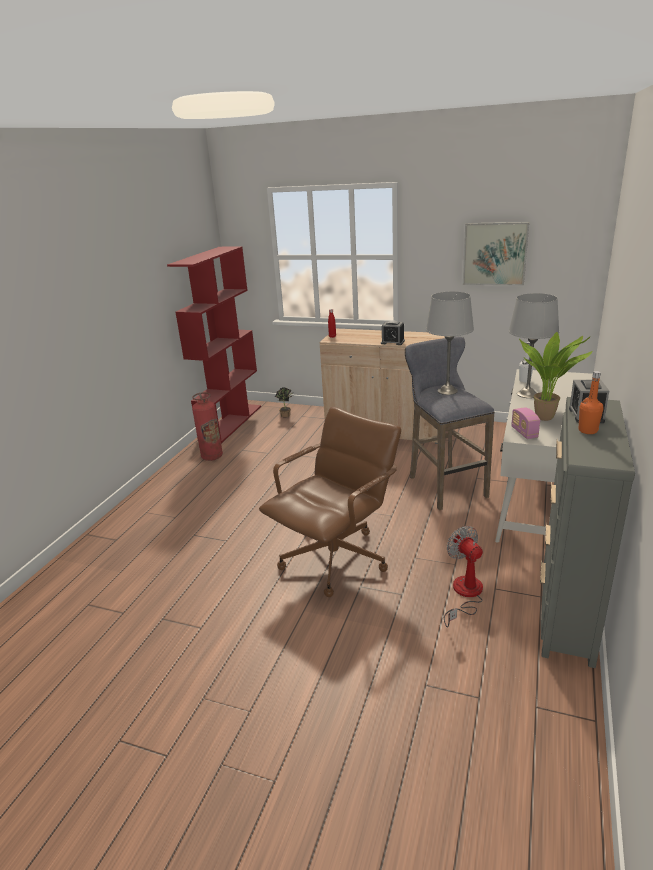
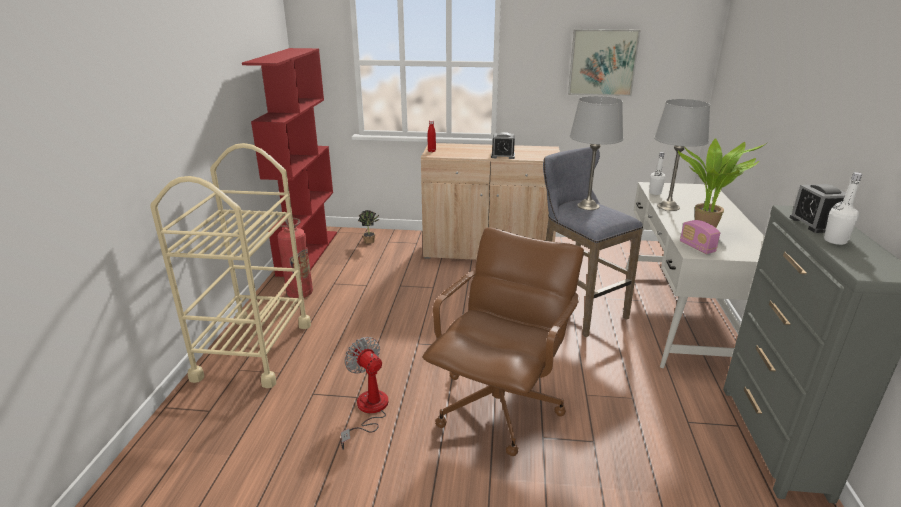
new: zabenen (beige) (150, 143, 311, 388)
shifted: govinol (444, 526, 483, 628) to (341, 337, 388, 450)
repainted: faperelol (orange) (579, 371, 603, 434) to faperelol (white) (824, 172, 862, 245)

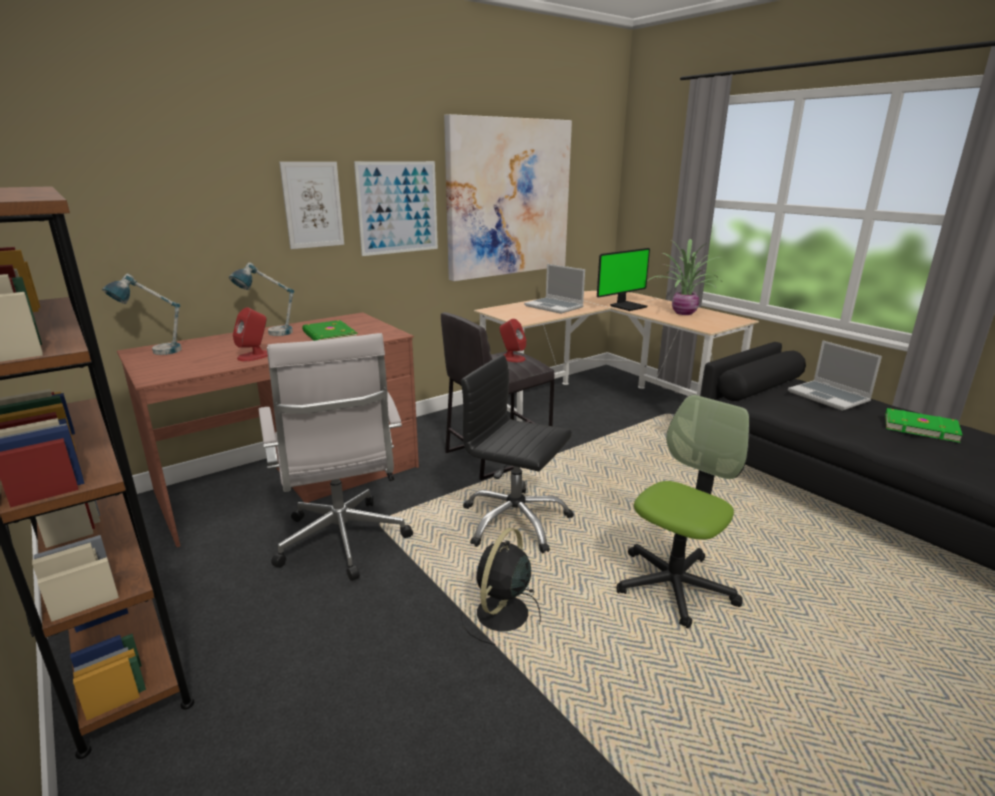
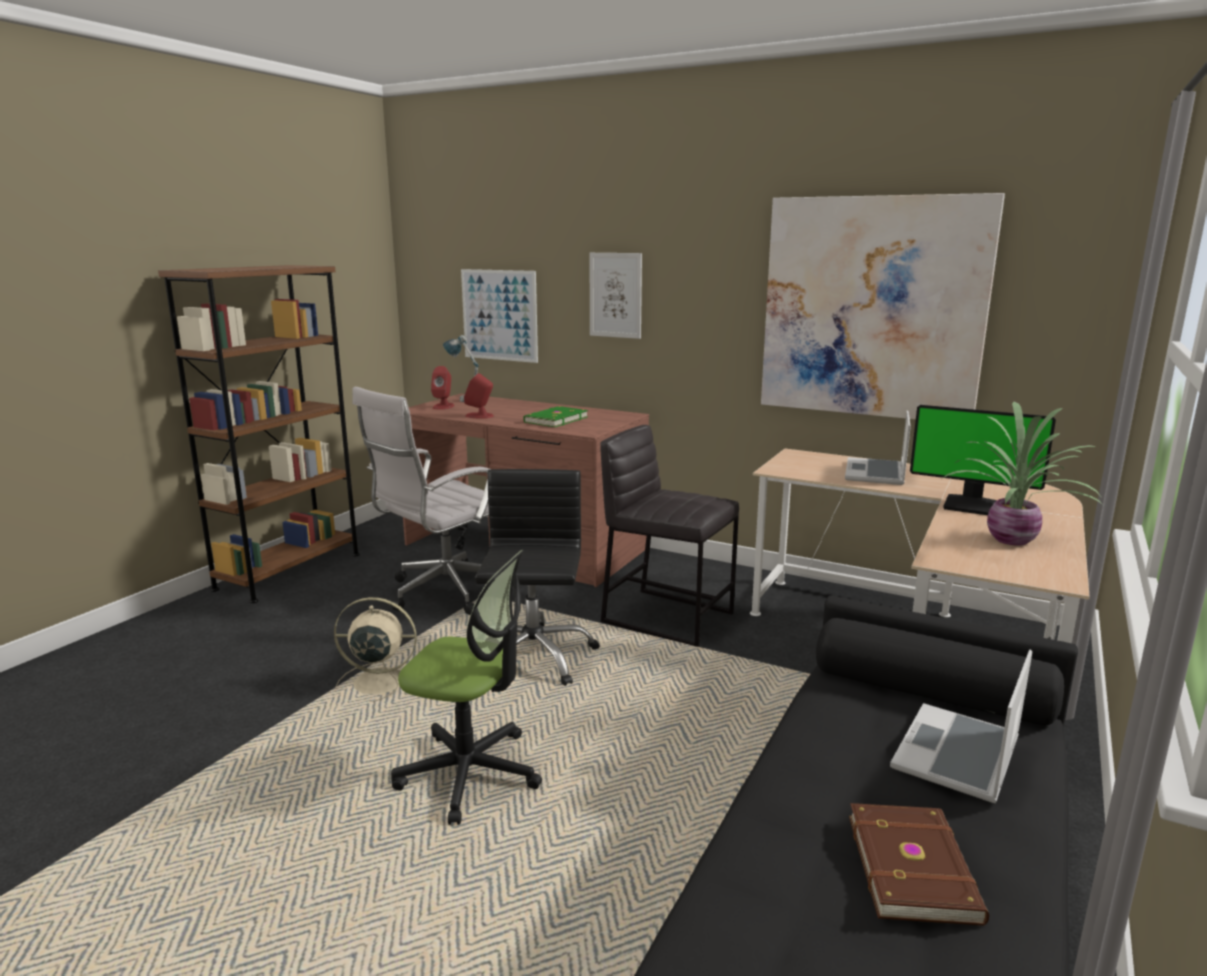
gone: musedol (229, 262, 294, 336)
shifted: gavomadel (354, 161, 438, 256) to (461, 269, 538, 363); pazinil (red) (499, 319, 526, 362) to (431, 366, 454, 410)
repainted: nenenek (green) (885, 408, 963, 443) to nenenek (brown) (849, 803, 989, 926); govinol (black) (461, 528, 541, 645) to govinol (beige) (334, 597, 417, 702)

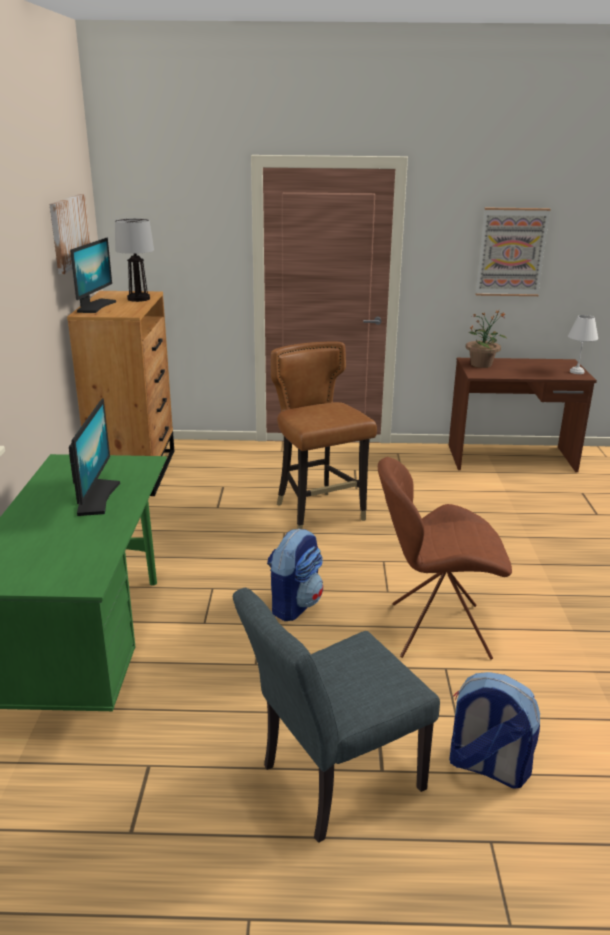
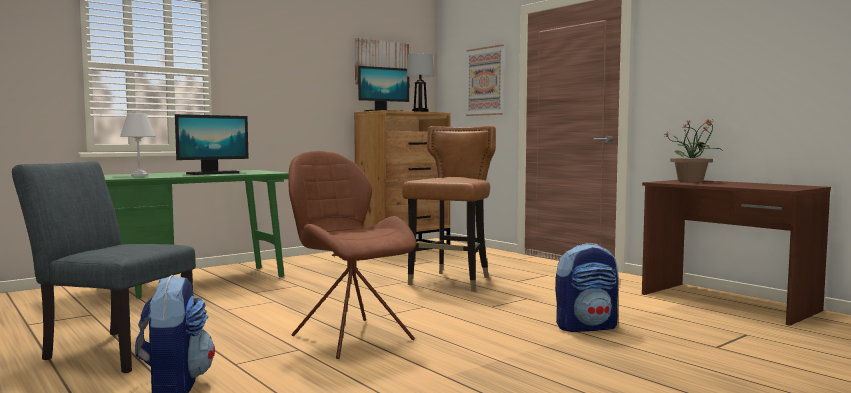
shifted: gavomadel (476, 208, 551, 296) to (466, 44, 504, 116); musedol (white) (568, 315, 598, 374) to (120, 113, 155, 177); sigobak (267, 529, 323, 621) to (555, 243, 619, 332)

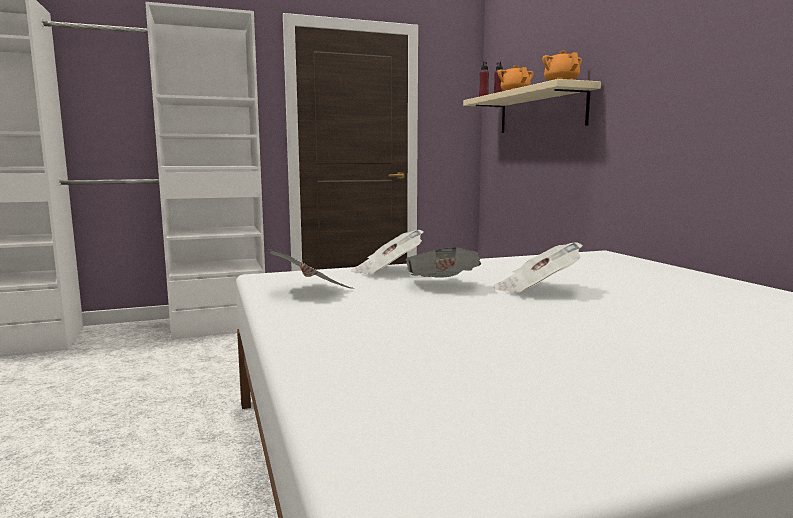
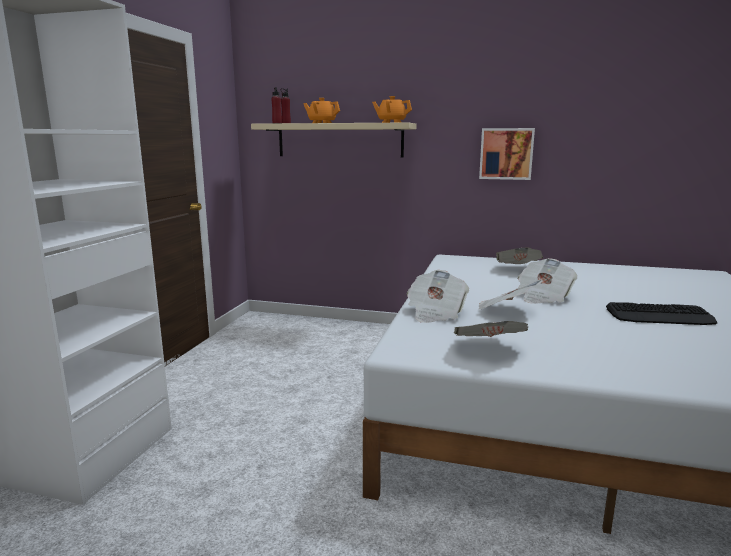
new: gavomadel (479, 128, 535, 180); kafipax (496, 248, 543, 264); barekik (606, 302, 717, 325)

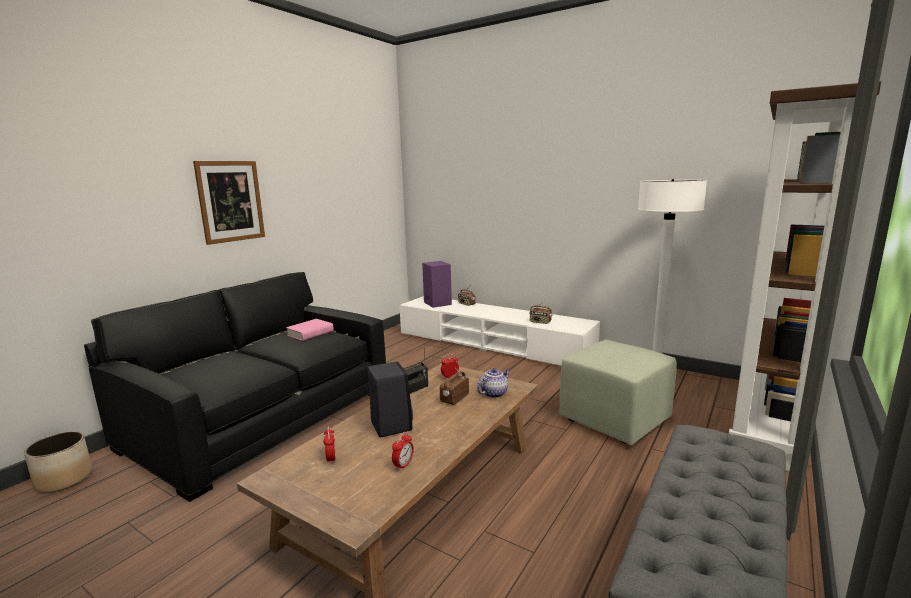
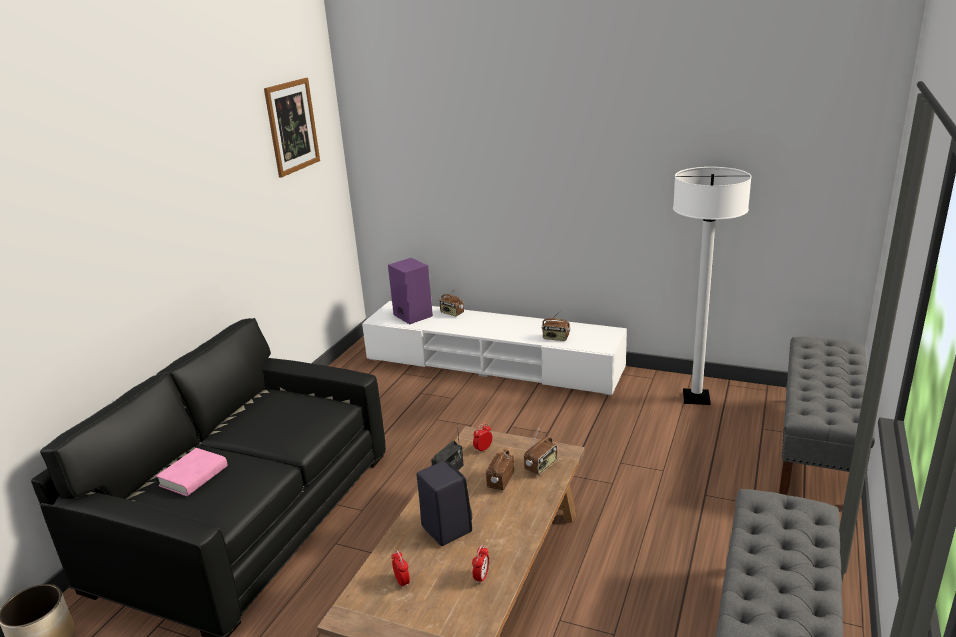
gone: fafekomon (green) (559, 340, 677, 445)
shifted: gavomadel (193, 161, 265, 245) to (264, 78, 320, 178); nenenek (pink) (286, 319, 334, 341) to (156, 448, 228, 496)
swapped: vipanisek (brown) (729, 81, 881, 471) to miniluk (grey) (779, 337, 875, 495); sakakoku (477, 368, 510, 398) to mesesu (524, 429, 557, 475)

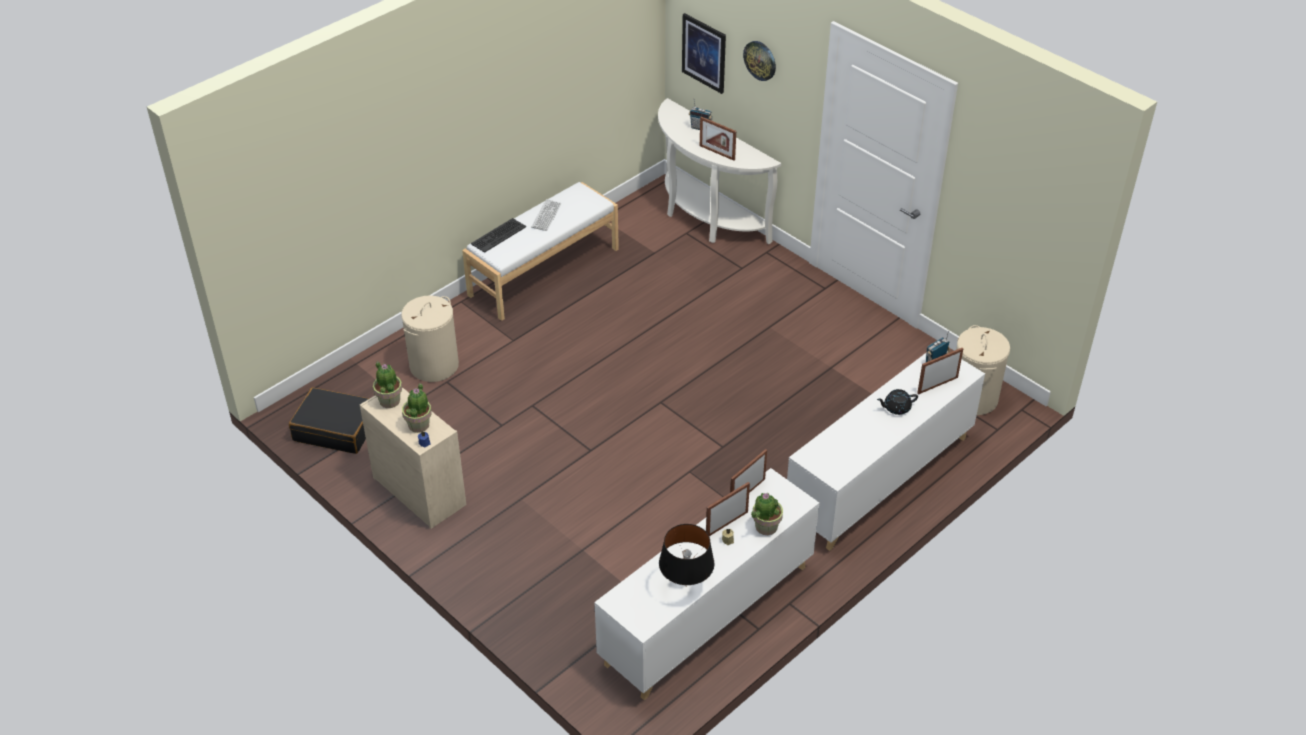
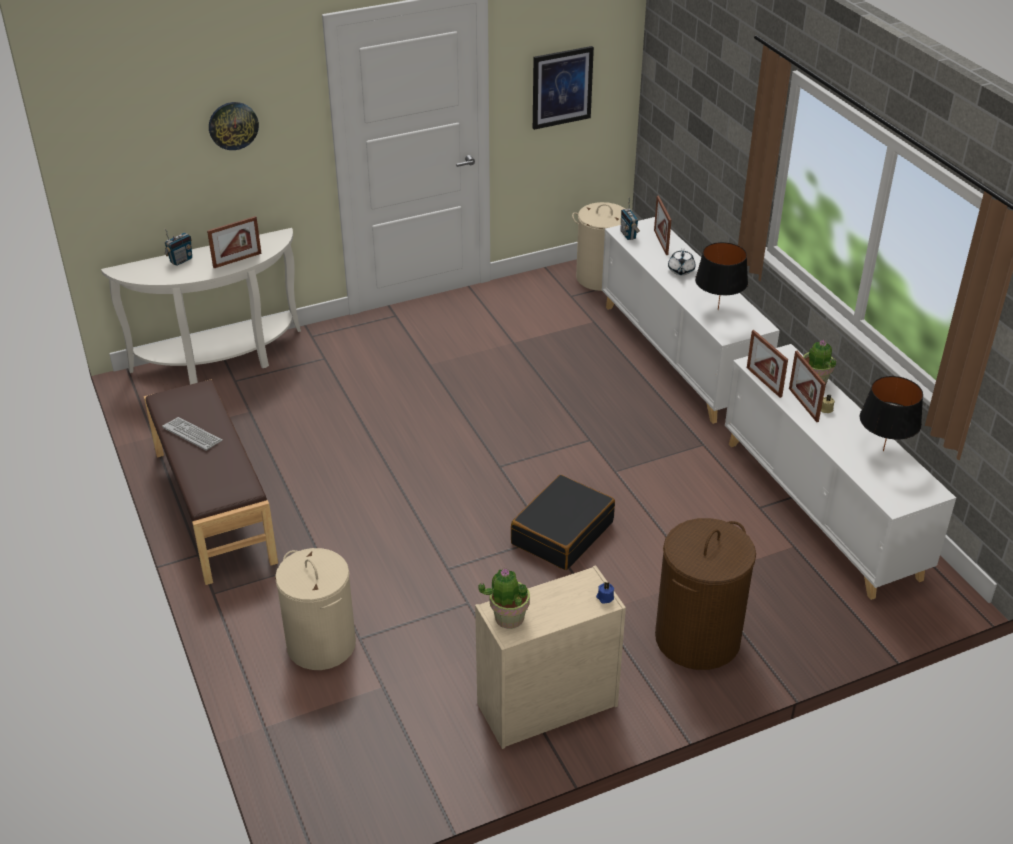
gone: barekik (471, 218, 526, 253); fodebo (402, 383, 431, 433)
new: musedol (black) (695, 242, 748, 310); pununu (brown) (655, 518, 756, 670)
shifted: gavomadel (682, 13, 726, 94) to (533, 46, 594, 130); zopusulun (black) (289, 387, 370, 454) to (511, 475, 615, 570)
repainted: miniluk (white) (462, 182, 619, 321) to miniluk (brown) (144, 379, 278, 585); sakakoku (black) (877, 389, 918, 415) to sakakoku (white) (668, 248, 696, 275)

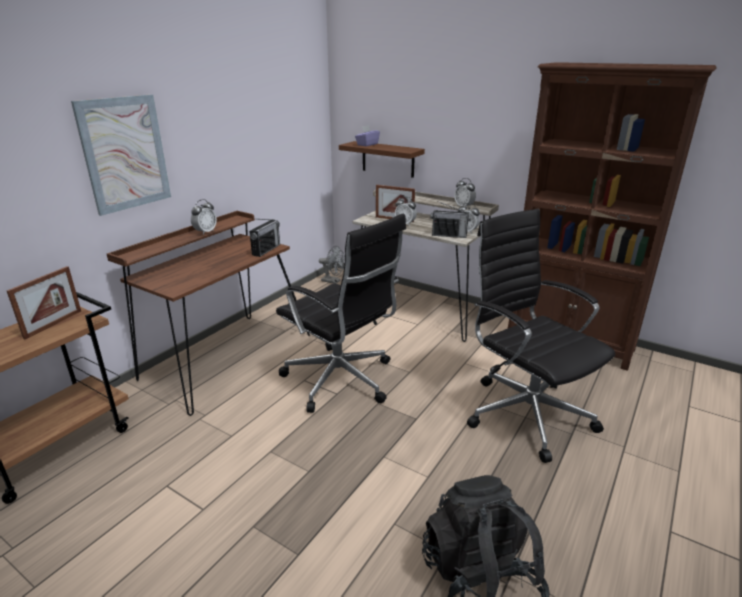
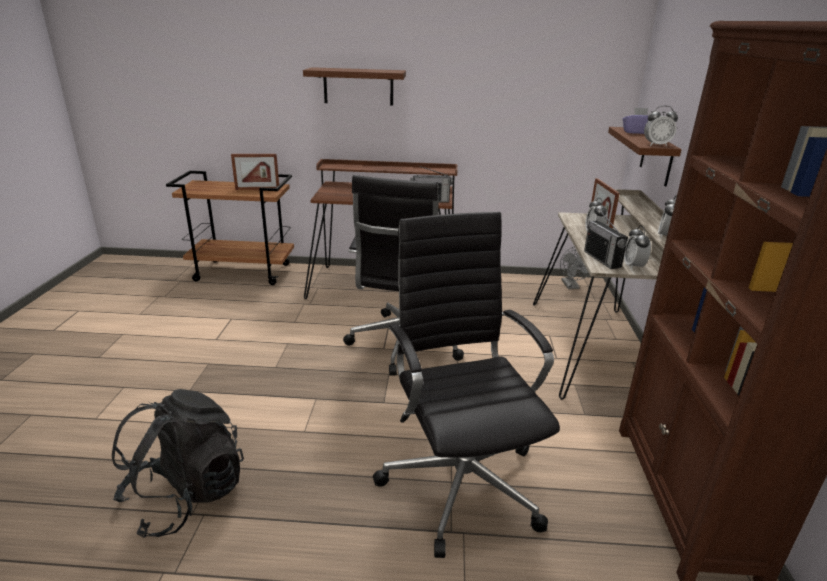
shifted: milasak (191, 199, 217, 235) to (644, 106, 678, 147)
swapped: gavomadel (71, 94, 171, 216) to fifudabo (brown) (303, 67, 406, 106)
rotated: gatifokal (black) (467, 209, 615, 463) = (373, 212, 560, 558) 45 degrees counterclockwise

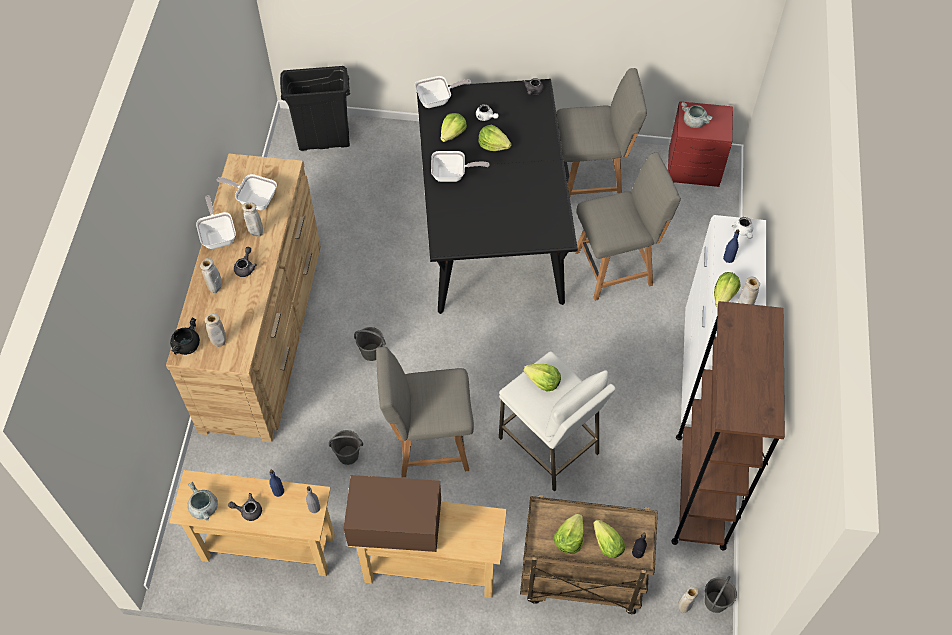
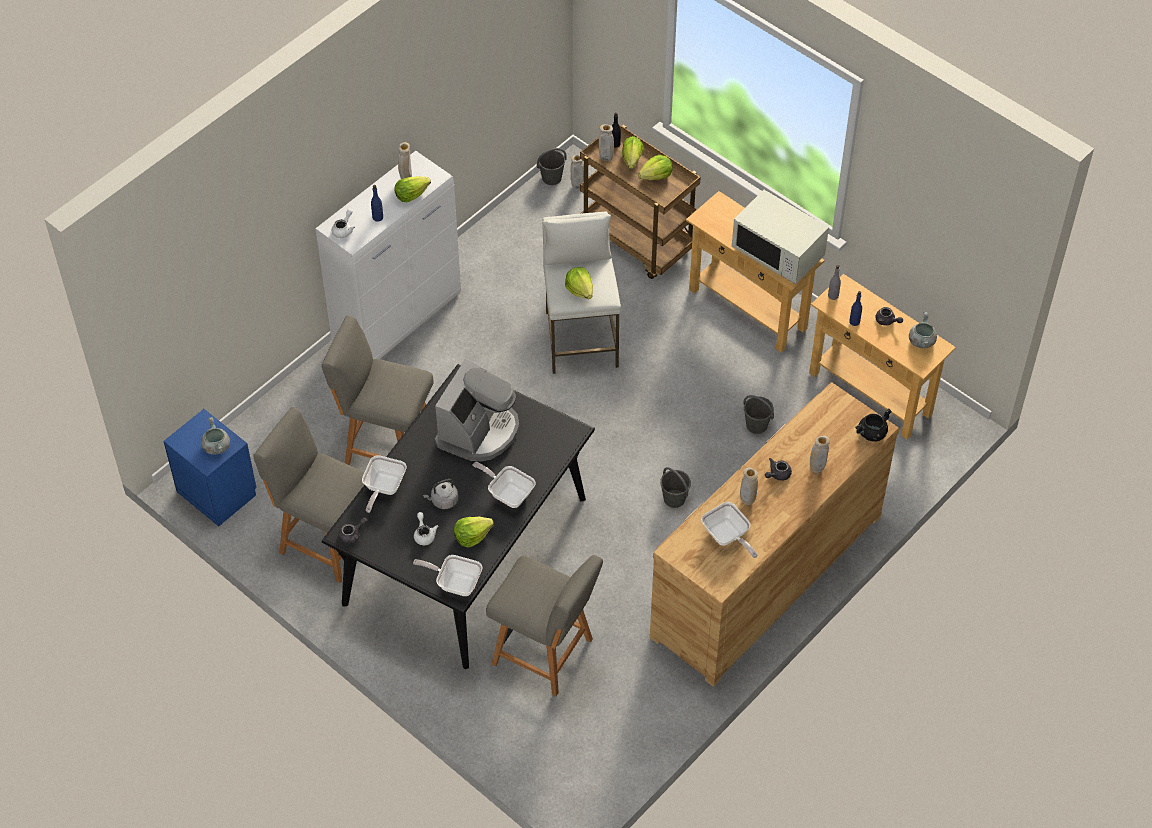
gone: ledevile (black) (280, 66, 350, 151); vipanisek (brown) (671, 301, 785, 551)
new: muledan (435, 359, 519, 461)
shifted: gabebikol (196, 195, 236, 249) to (362, 455, 407, 513); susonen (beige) (205, 313, 226, 347) to (599, 125, 614, 161); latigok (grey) (376, 347, 474, 477) to (486, 555, 603, 696)
swapped: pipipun (478, 125, 511, 151) to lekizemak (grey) (423, 479, 458, 509)
repainted: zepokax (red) (668, 101, 733, 187) to zepokax (blue) (163, 409, 257, 526); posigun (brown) (343, 475, 441, 552) to posigun (white) (732, 190, 829, 285)

